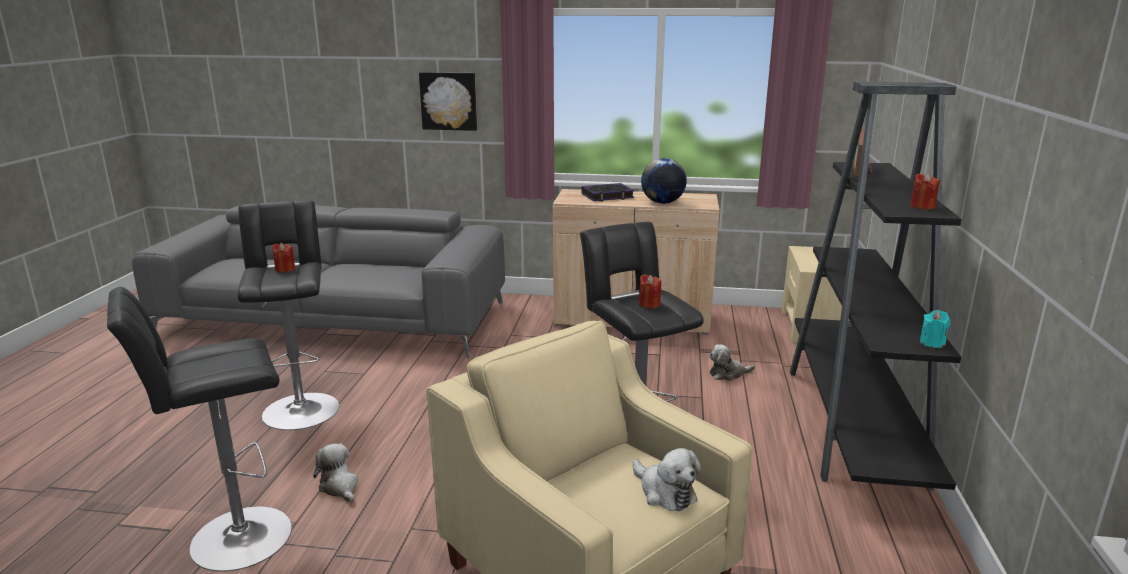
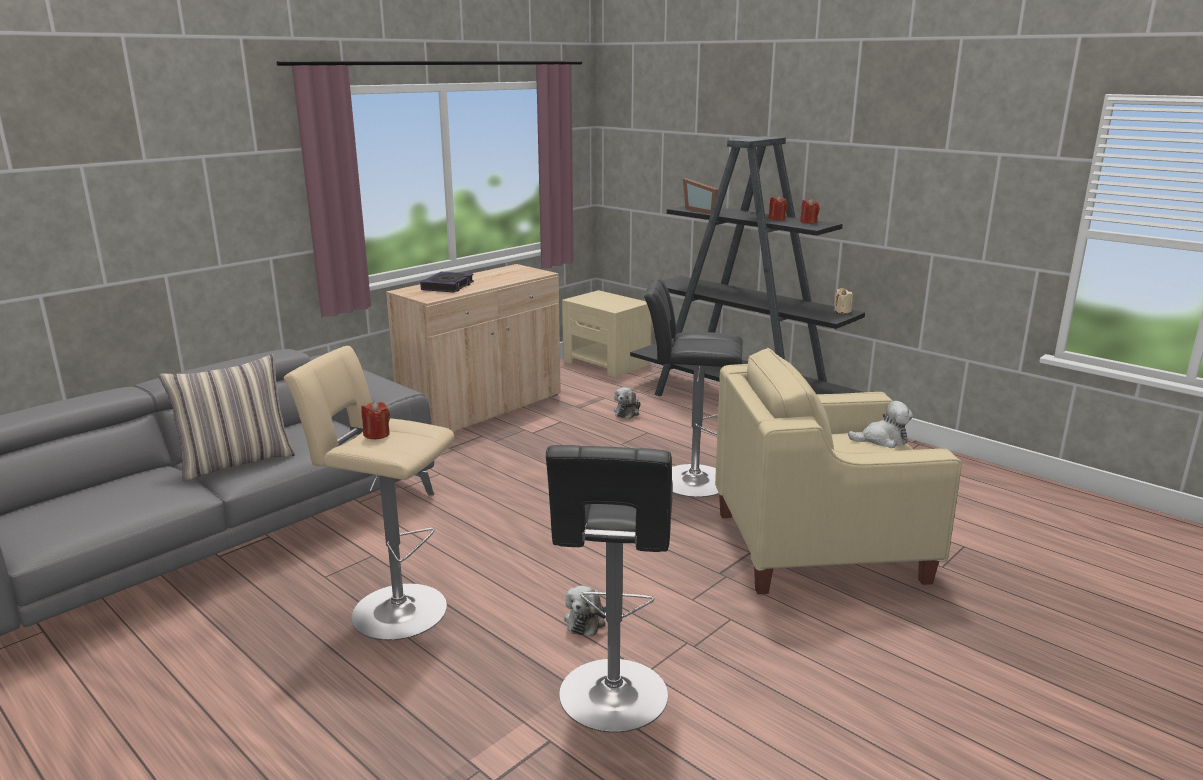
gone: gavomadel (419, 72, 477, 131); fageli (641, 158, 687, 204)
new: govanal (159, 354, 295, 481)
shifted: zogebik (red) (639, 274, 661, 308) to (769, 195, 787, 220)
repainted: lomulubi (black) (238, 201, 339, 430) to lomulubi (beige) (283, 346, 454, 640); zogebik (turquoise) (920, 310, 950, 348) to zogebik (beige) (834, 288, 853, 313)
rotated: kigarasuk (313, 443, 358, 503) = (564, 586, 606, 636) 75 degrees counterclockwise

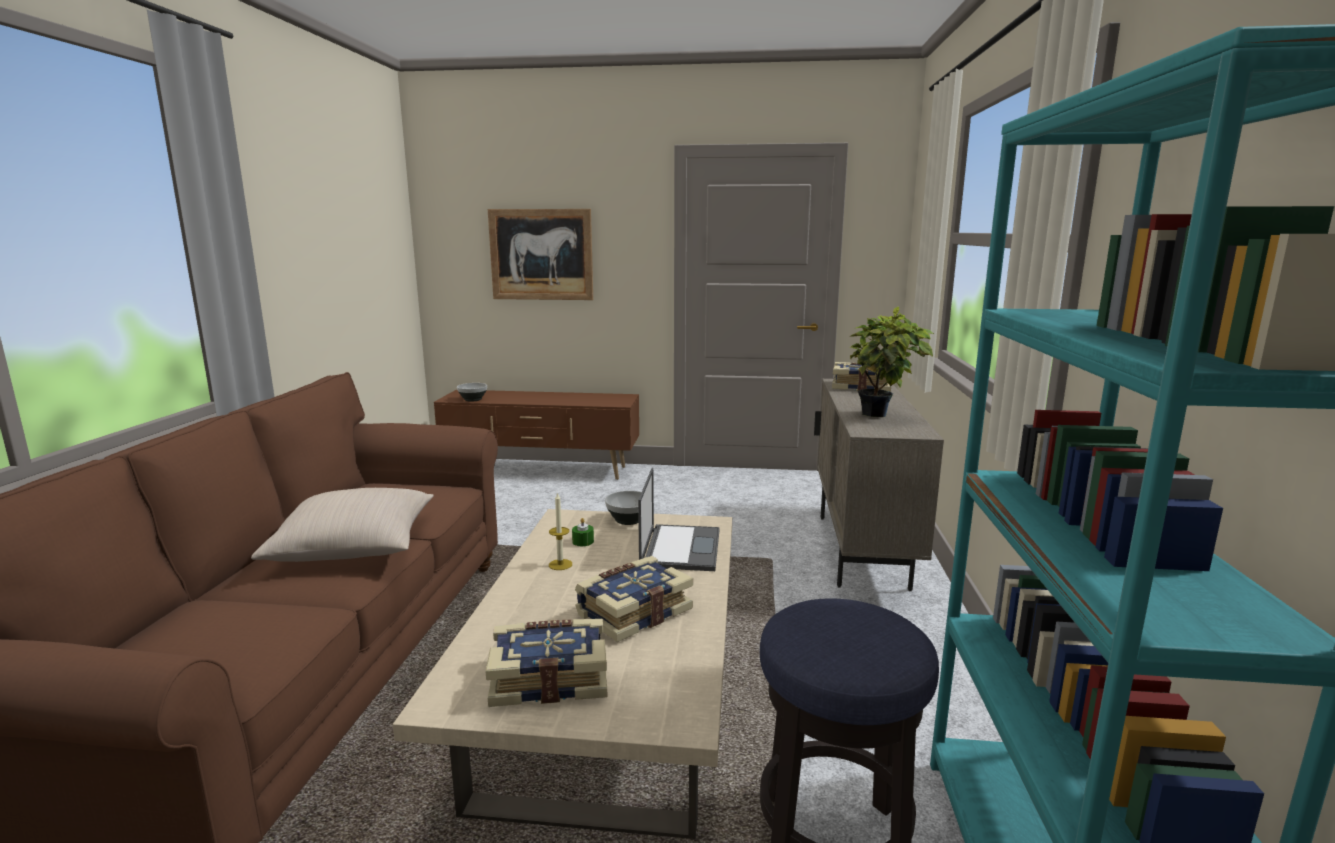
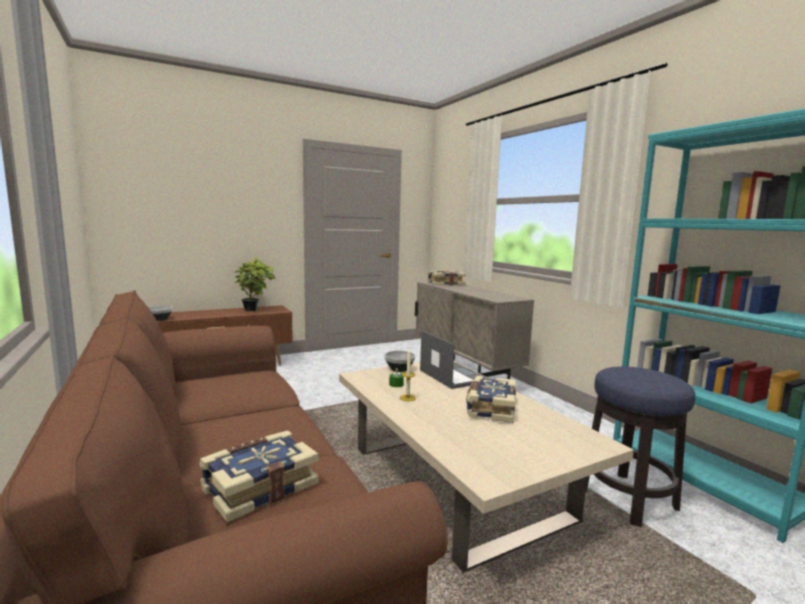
gone: gavomadel (488, 209, 593, 300); govanal (beige) (251, 488, 434, 562)
shifted: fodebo (850, 307, 934, 417) to (235, 257, 276, 311); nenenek (486, 619, 607, 707) to (199, 430, 319, 522)

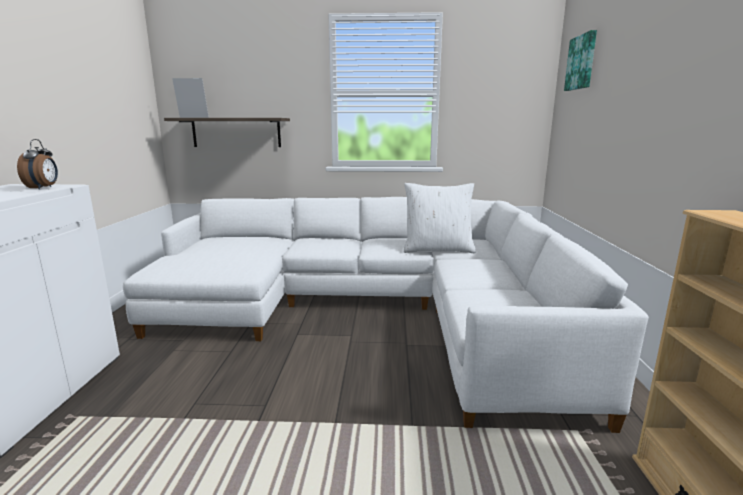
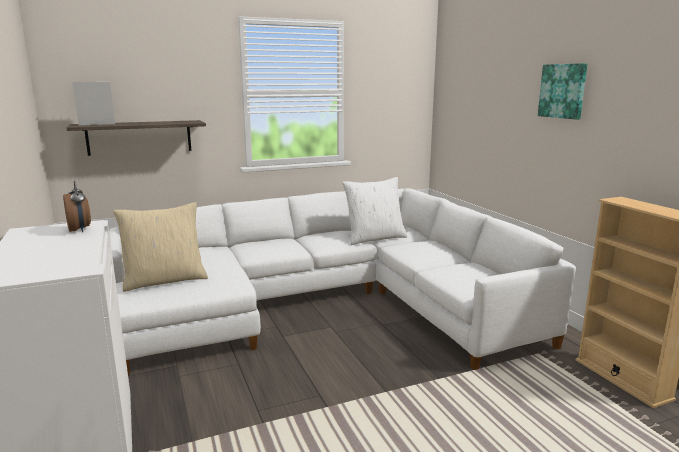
new: govanal (beige) (113, 202, 208, 292)
shifted: gavomadel (564, 30, 597, 91) to (538, 63, 587, 119)

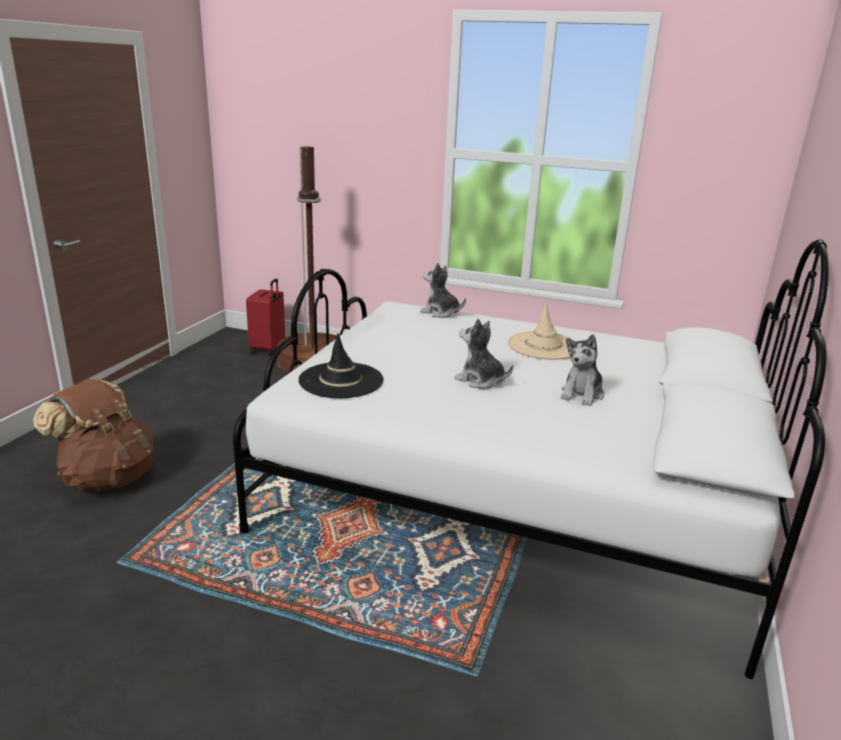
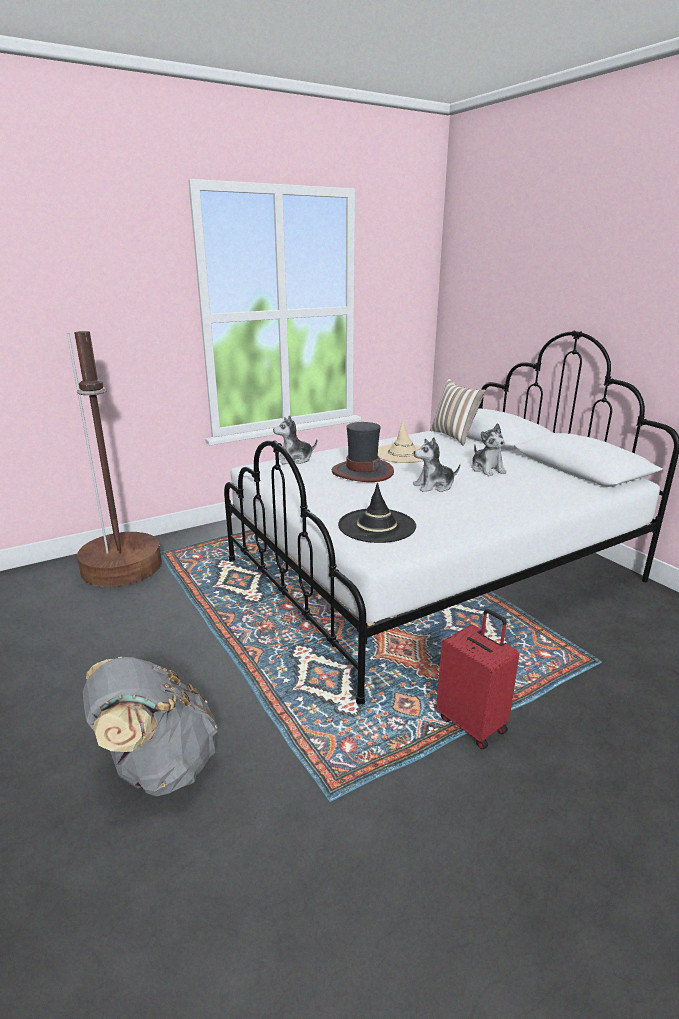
new: govanal (430, 379, 486, 446); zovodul (332, 422, 394, 482)
shifted: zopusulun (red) (246, 278, 285, 356) to (436, 609, 519, 749)
repainted: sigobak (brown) (33, 379, 154, 491) to sigobak (grey) (83, 657, 218, 796)

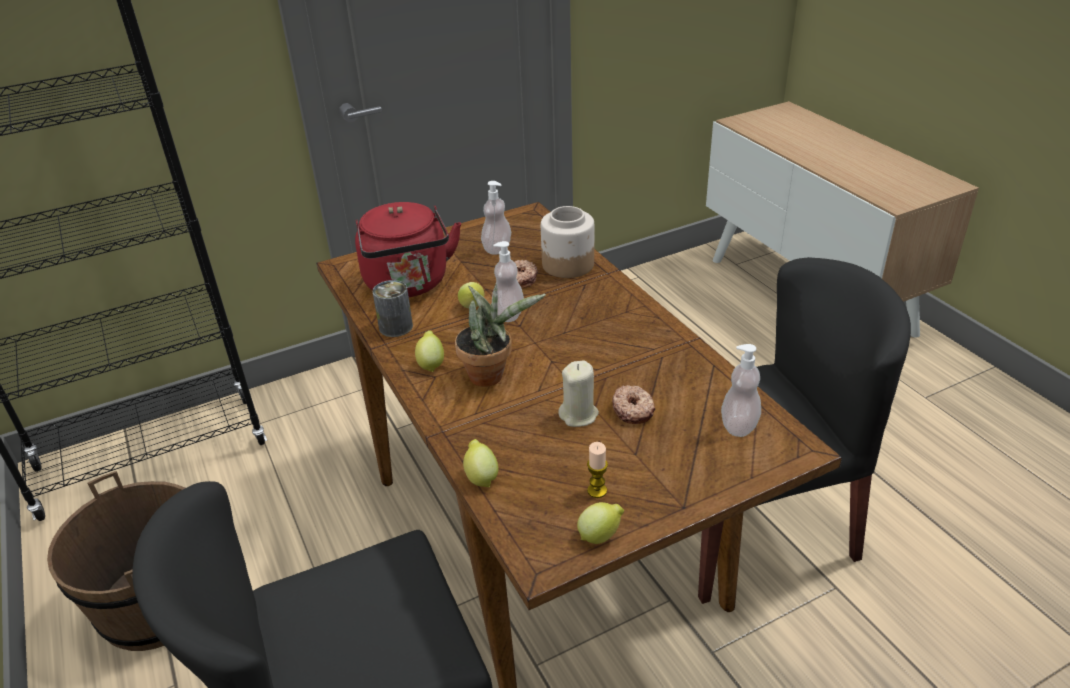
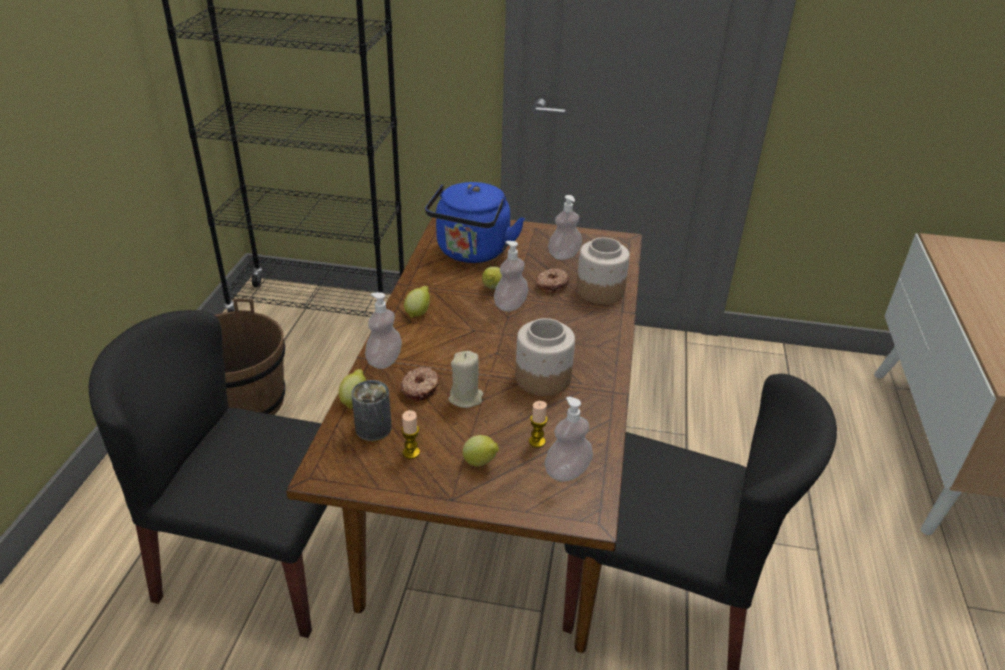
gone: fodebo (455, 283, 546, 387)
new: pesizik (365, 292, 402, 369); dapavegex (515, 318, 575, 396); zogebik (529, 401, 547, 448)
shifted: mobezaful (372, 280, 413, 337) to (351, 380, 392, 441); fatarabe (612, 385, 656, 424) to (401, 367, 439, 401); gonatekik (577, 502, 624, 544) to (462, 435, 499, 467)
repainted: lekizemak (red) (355, 202, 461, 297) to lekizemak (blue) (425, 182, 525, 263)

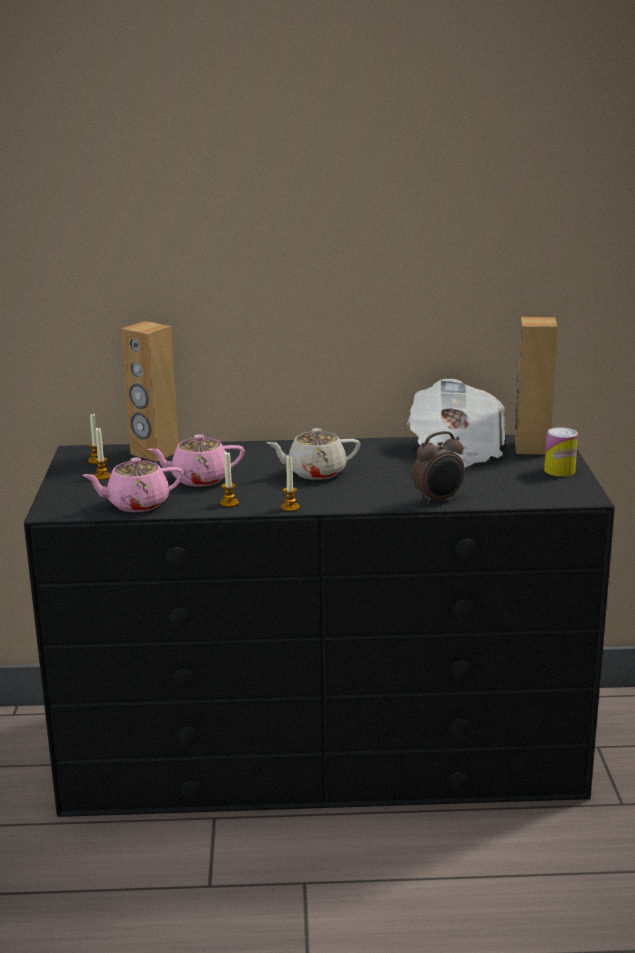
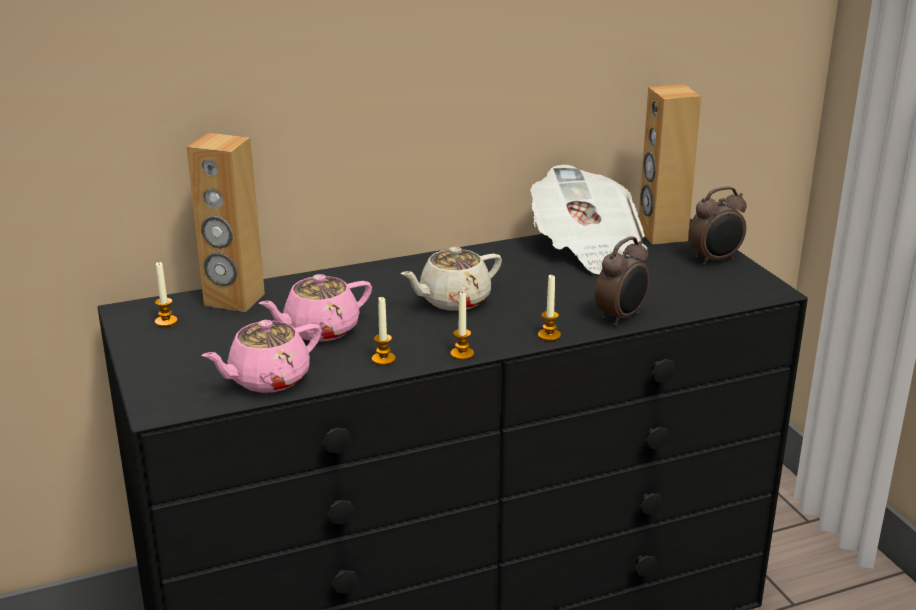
shifted: zogebik (94, 428, 111, 480) to (538, 275, 561, 341)
swapped: mobezaful (544, 427, 578, 477) to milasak (688, 186, 747, 265)

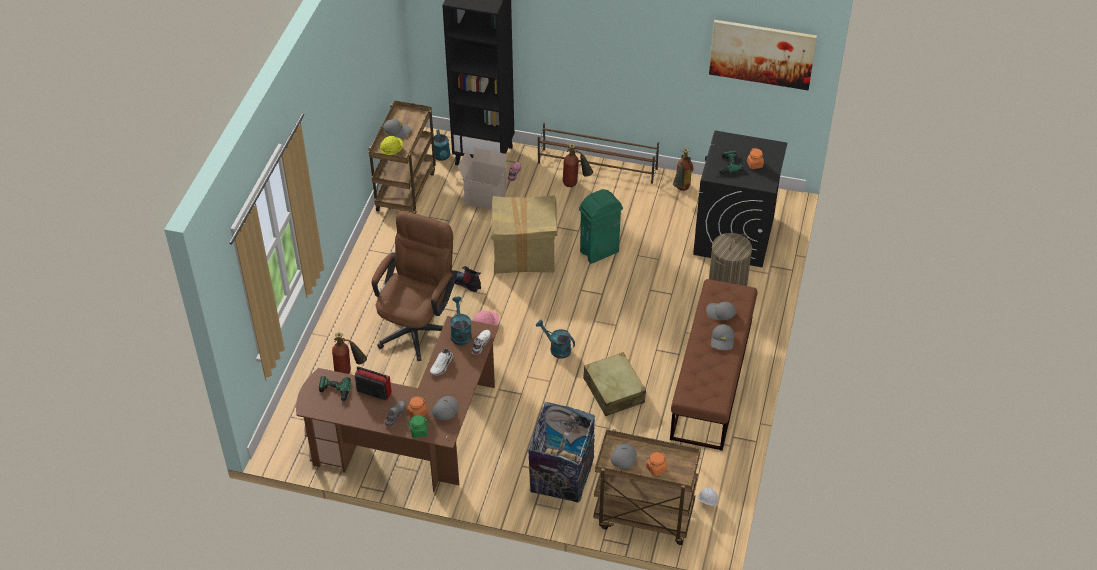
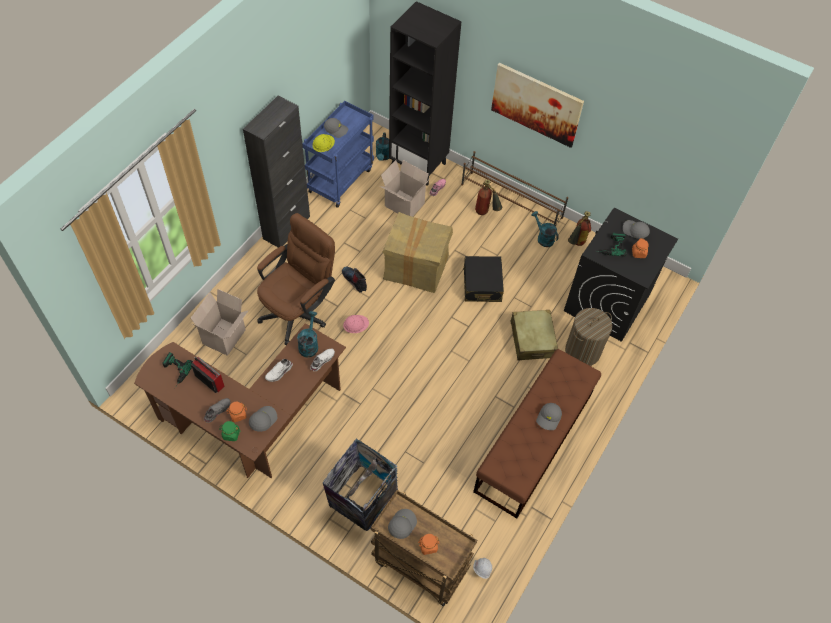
new: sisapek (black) (243, 96, 310, 248)
shifted: gavomadel (709, 20, 817, 90) to (491, 63, 584, 148); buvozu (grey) (706, 302, 736, 320) to (623, 220, 650, 239); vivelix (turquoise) (536, 320, 575, 359) to (531, 211, 559, 247); zopusulun (beige) (583, 352, 646, 416) to (511, 310, 558, 361)
swapped: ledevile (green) (579, 189, 623, 264) to zopusulun (black) (463, 256, 504, 302); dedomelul (332, 332, 367, 374) to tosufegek (191, 289, 249, 356)
repainted: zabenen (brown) (369, 100, 436, 214) to zabenen (blue) (302, 101, 374, 208)

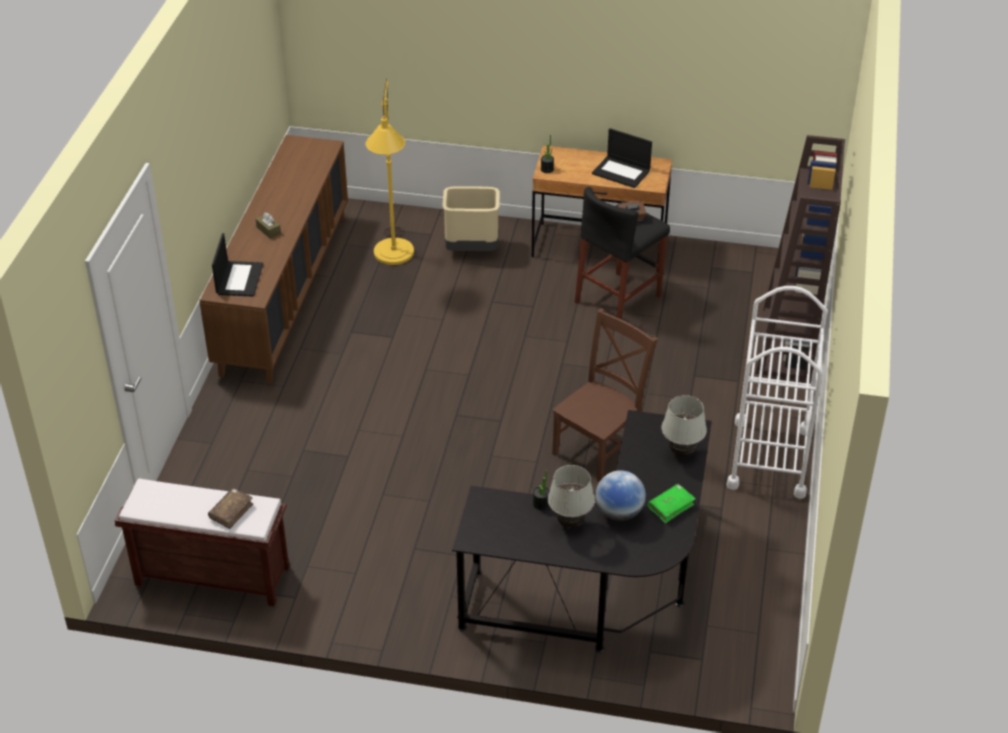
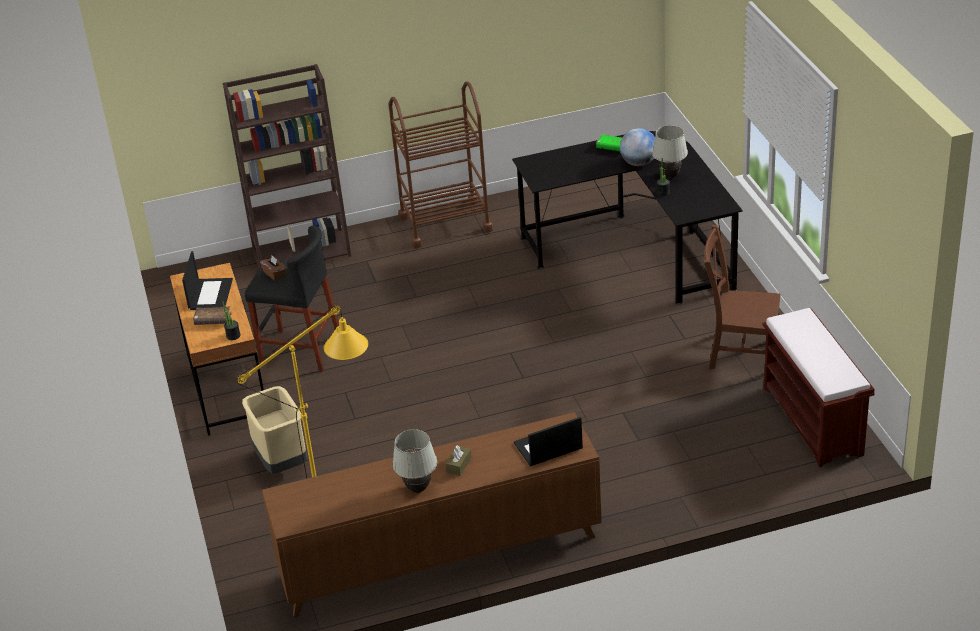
shifted: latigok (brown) (552, 308, 658, 482) to (704, 225, 781, 369); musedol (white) (661, 395, 707, 458) to (392, 429, 437, 493); nenenek (brown) (208, 488, 253, 529) to (193, 306, 231, 325)
repainted: zabenen (white) (727, 286, 827, 499) to zabenen (brown) (388, 82, 493, 248)

